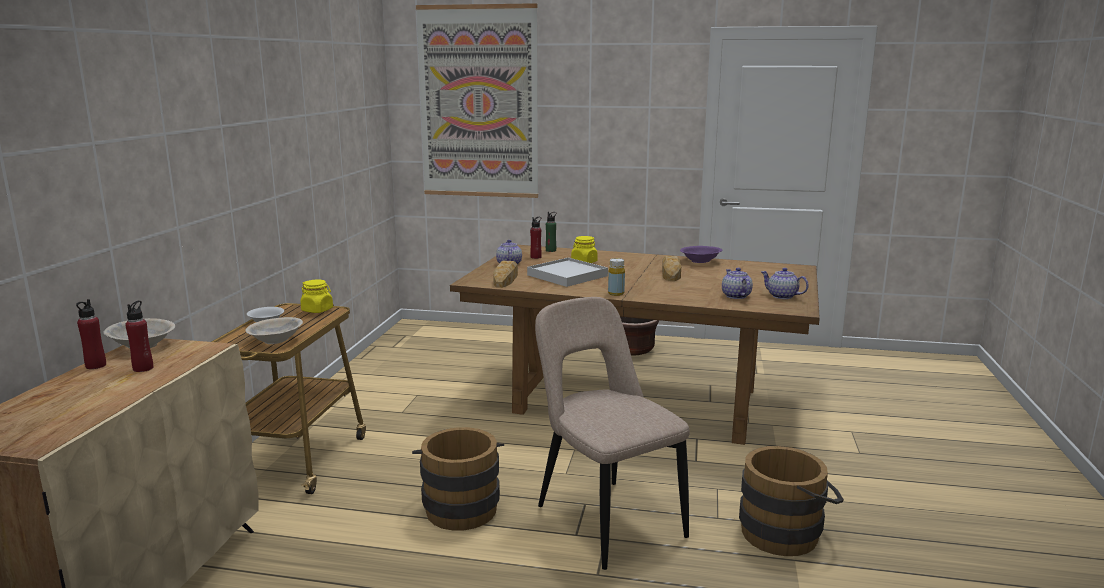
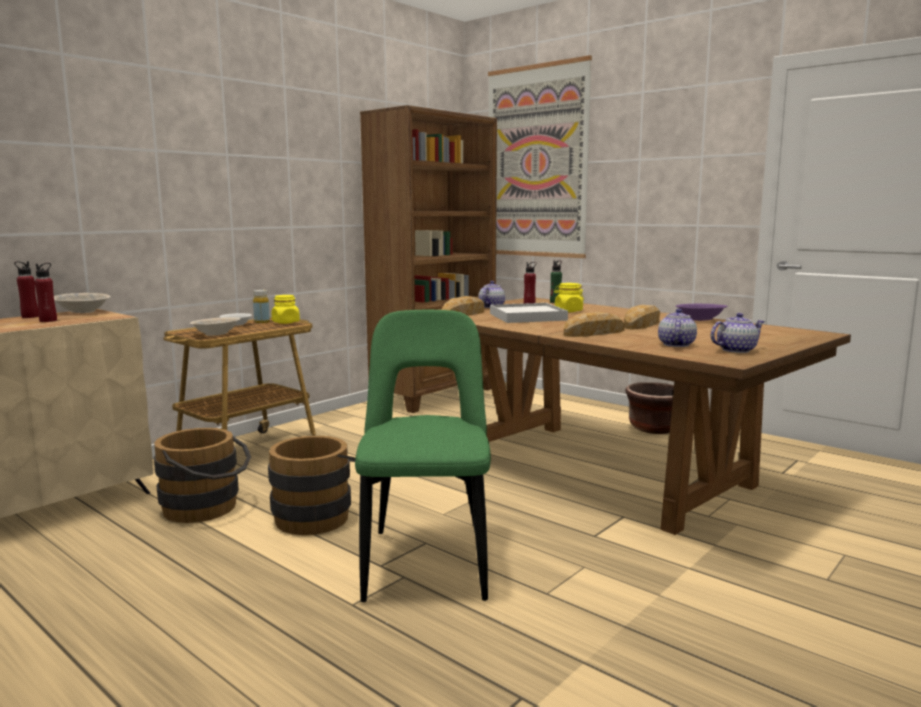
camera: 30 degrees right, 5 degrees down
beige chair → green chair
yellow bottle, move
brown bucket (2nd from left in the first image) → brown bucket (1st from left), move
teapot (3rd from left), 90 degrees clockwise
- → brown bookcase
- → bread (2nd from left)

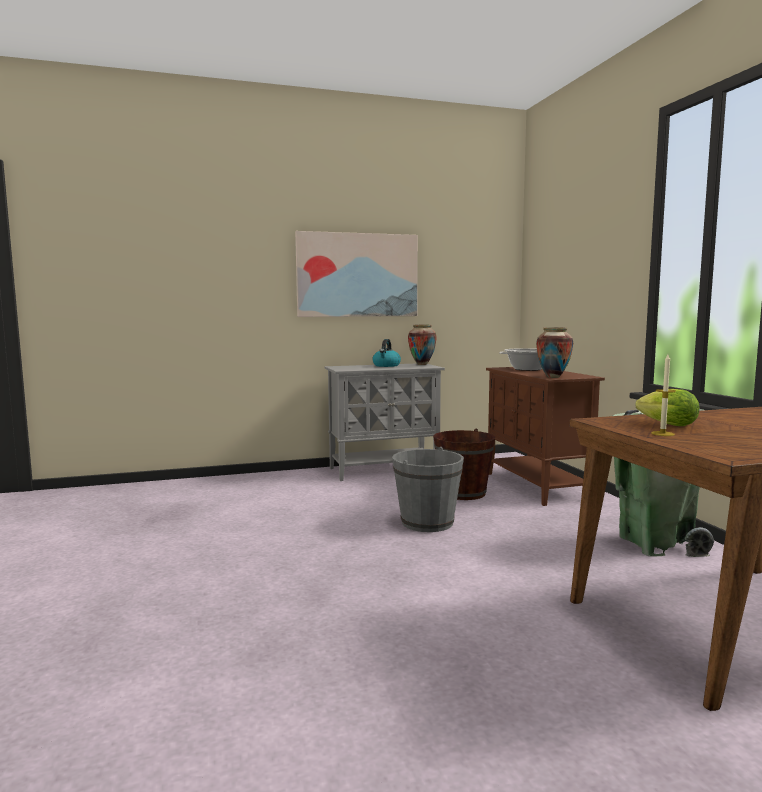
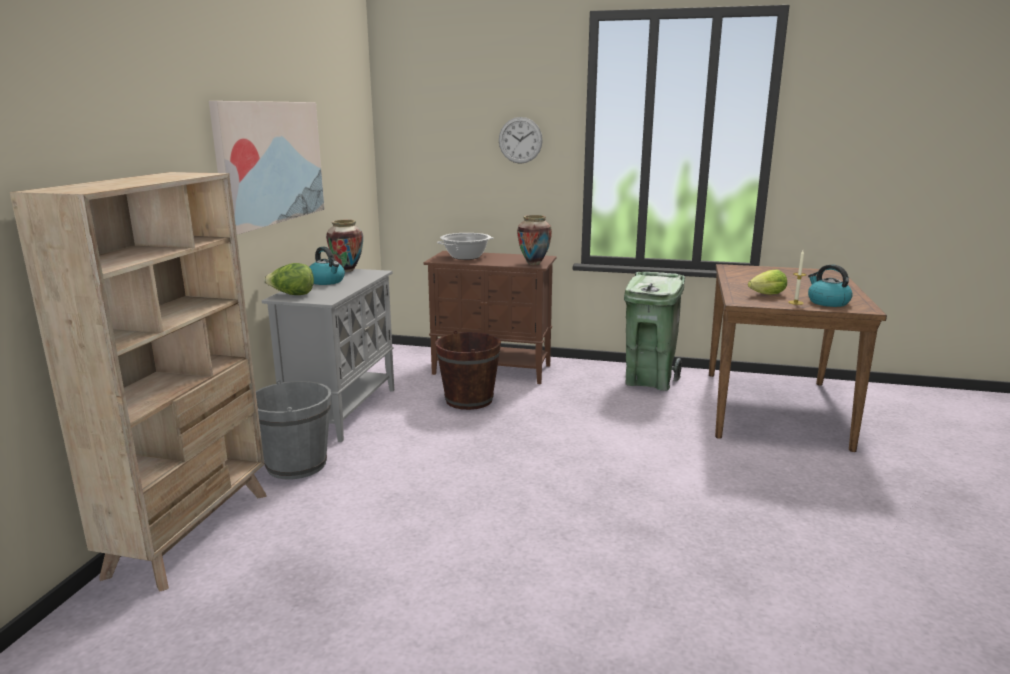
camera: 60 degrees left, 10 degrees up
grey bucket, move
- → beige bookcase
- → lettuce (1st from left)
- → wall clock
- → kettle (2nd from left)

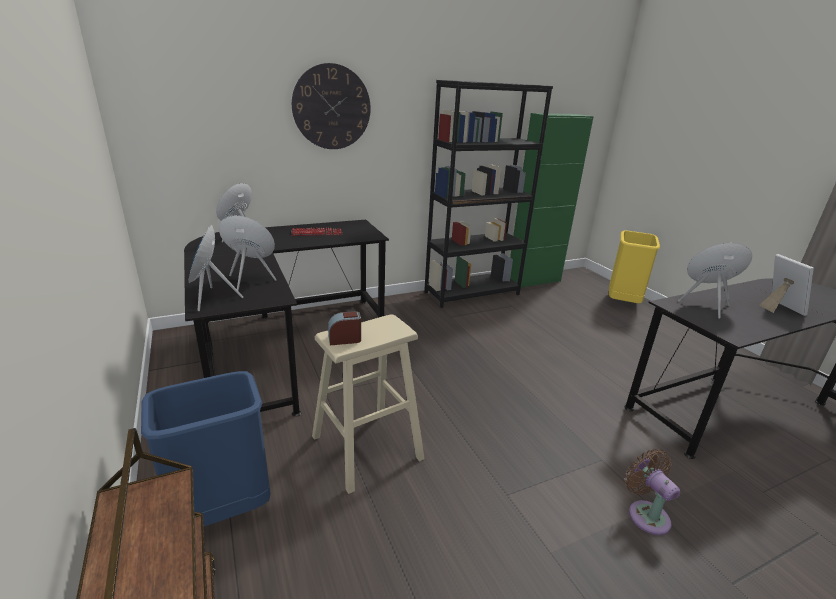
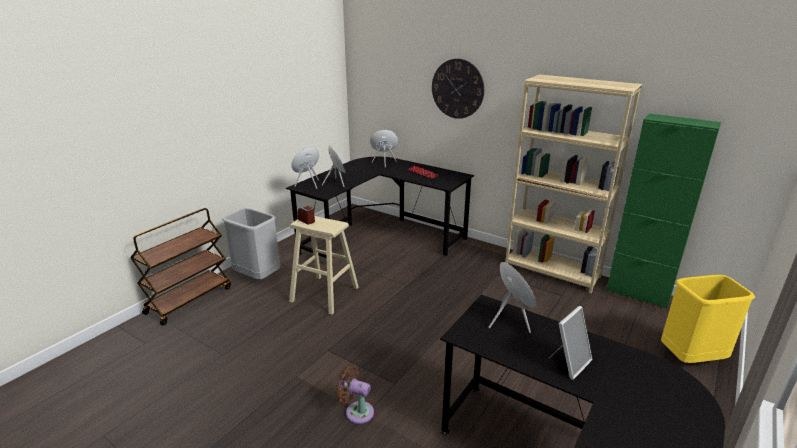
camera: 60 degrees right, 0 degrees up
blue trash can → grey trash can
black bookcase → beige bookcase
brown fan, 105 degrees counterclockwise

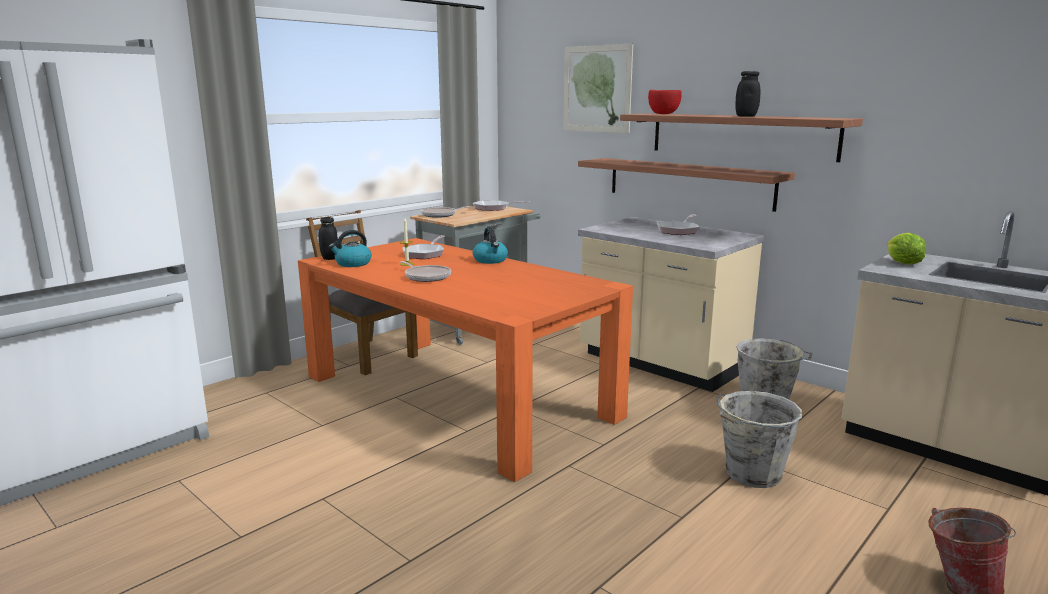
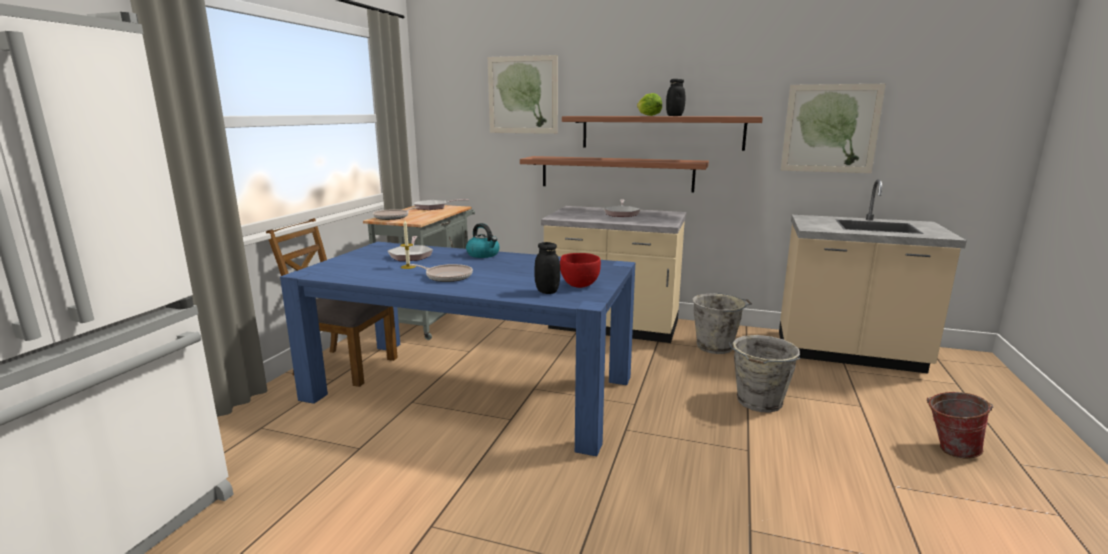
camera: 25 degrees left, 0 degrees up
orange dining table → blue dining table
black jar (1st from left), move
kettle (1st from left) → -
red bowl, move
lettuce, move
- → picture (2nd from left)

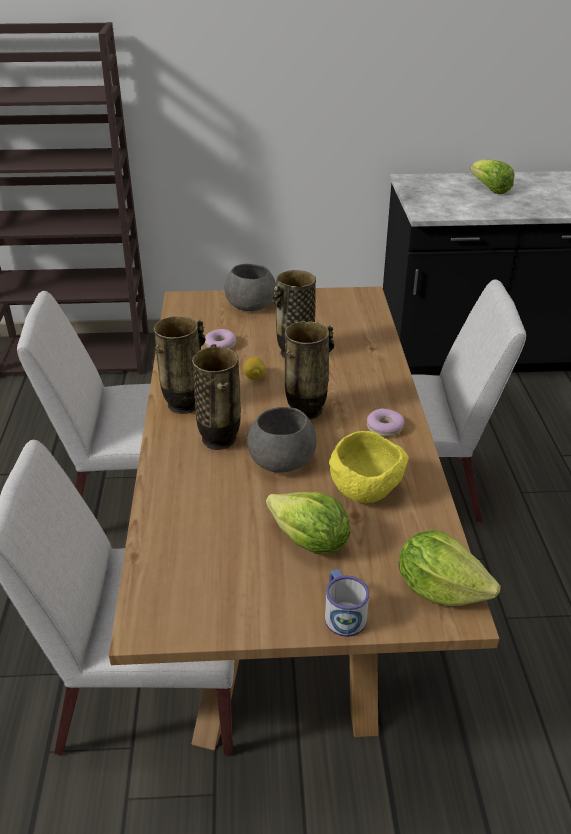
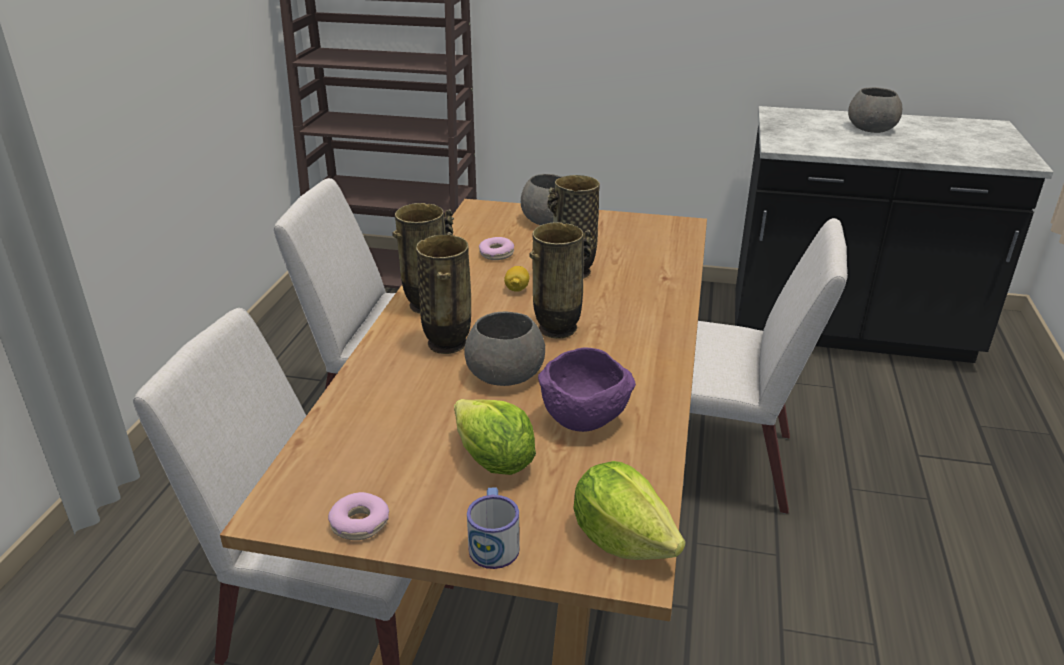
camera: 15 degrees right, 5 degrees down
yellow bowl → purple bowl
donut (2nd from left in the first image) → donut (1st from left), move
lettuce (3rd from left) → grey bowl (3rd from left)

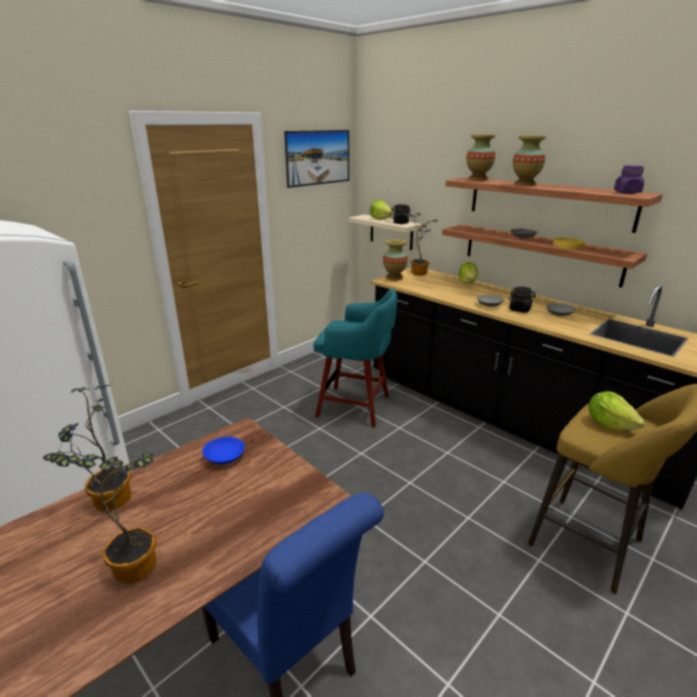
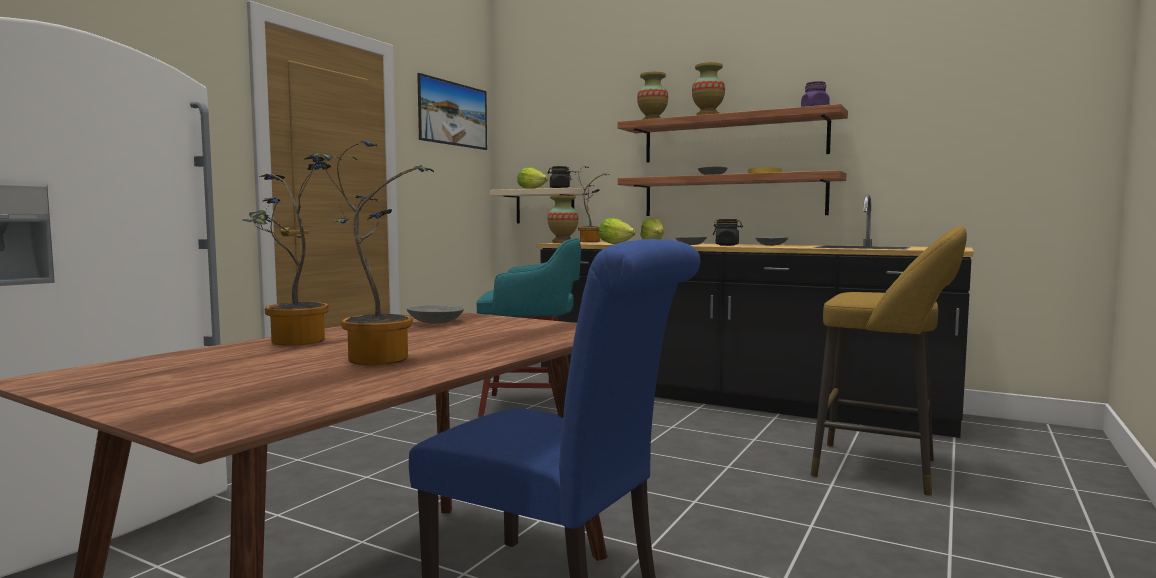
camera: 15 degrees left, 20 degrees down
blue bowl → grey bowl (1st from left)
lettuce (3rd from left in the first image) → lettuce (2nd from left), move

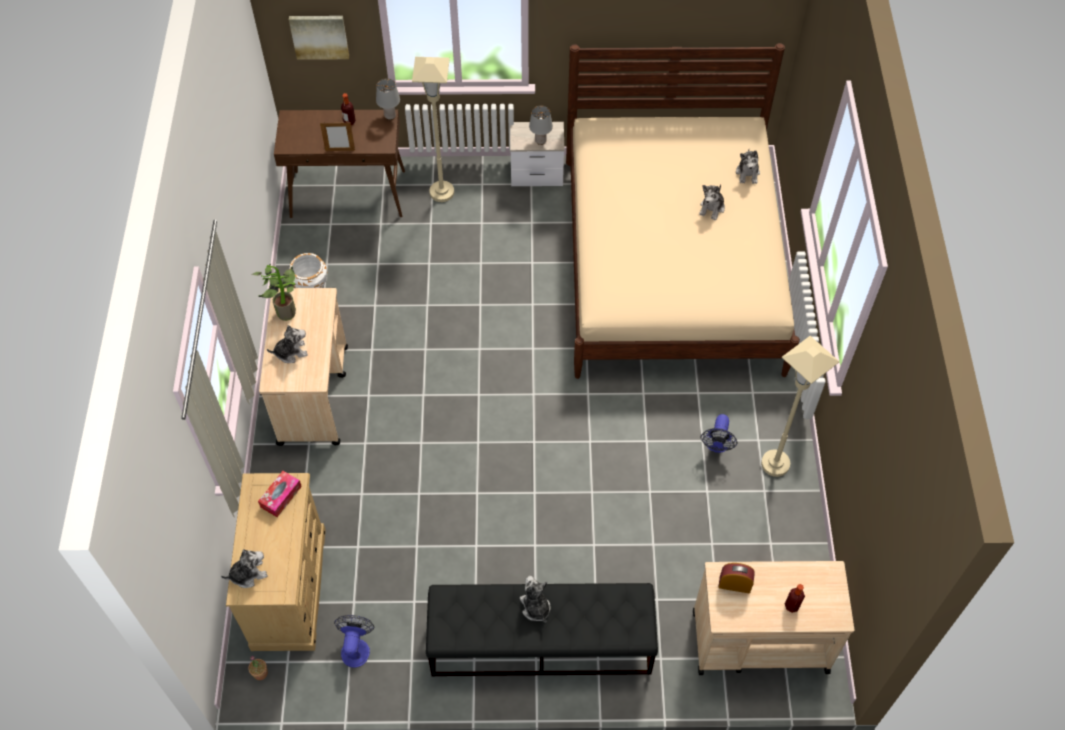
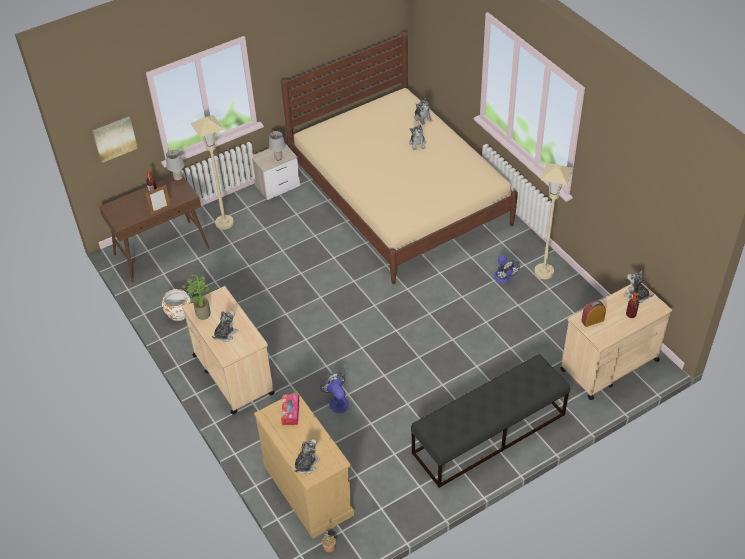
camera: 30 degrees left, 10 degrees down
fan (1st from left), move
plush toy (3rd from left in the first image) → plush toy (5th from left), move

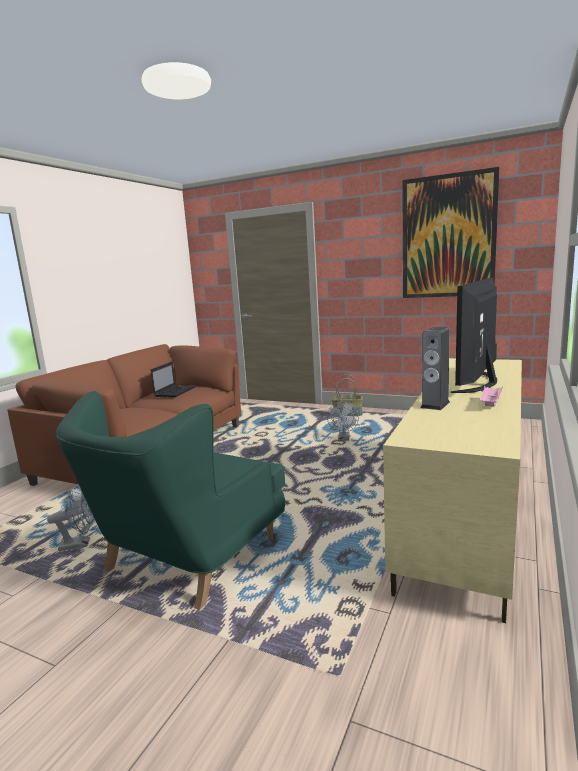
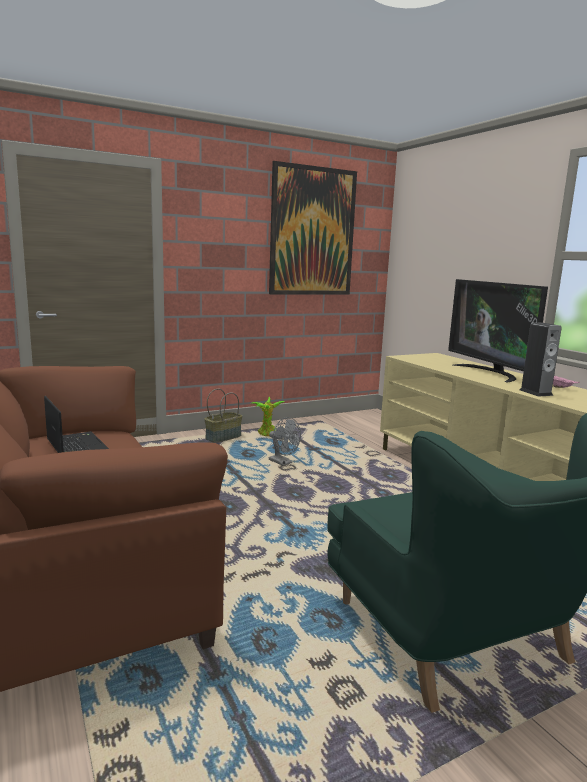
camera: 55 degrees left, 0 degrees up
grey fan (1st from left) → -
- → potted plant

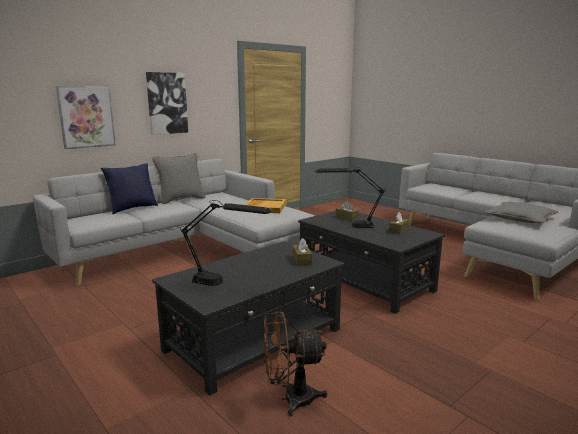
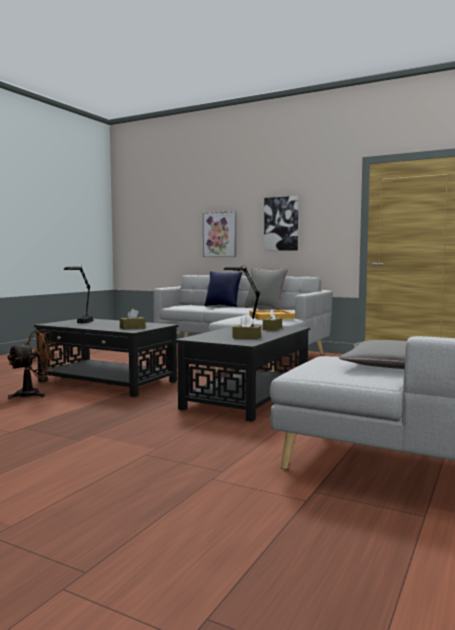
camera: 70 degrees right, 10 degrees down
brown fan, 75 degrees clockwise

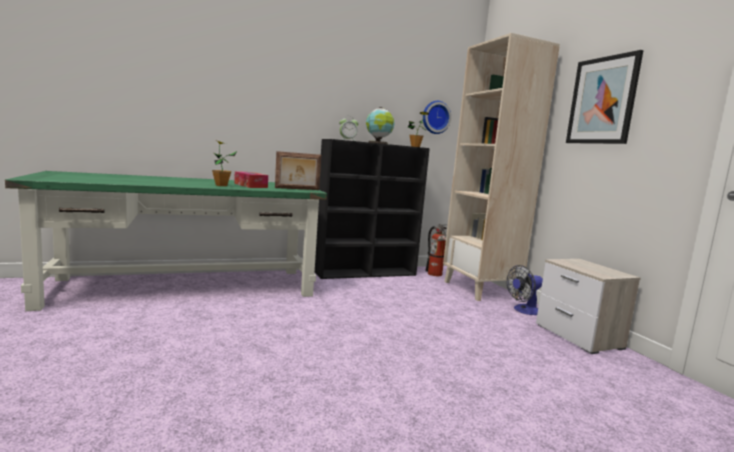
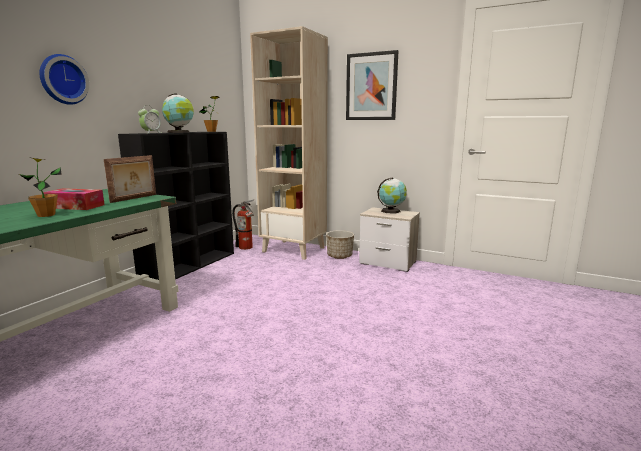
camera: 40 degrees left, 5 degrees up
wall clock, move
fan → planter
- → globe (2nd from left)

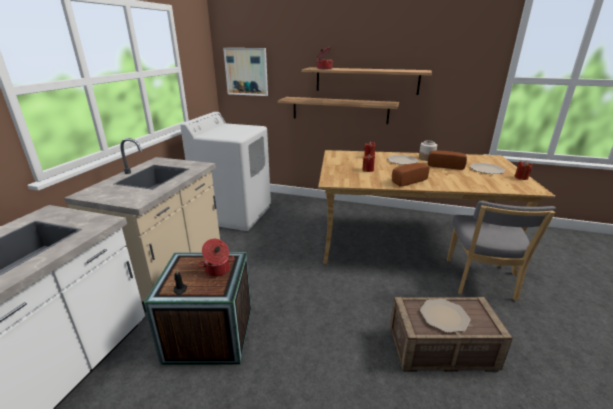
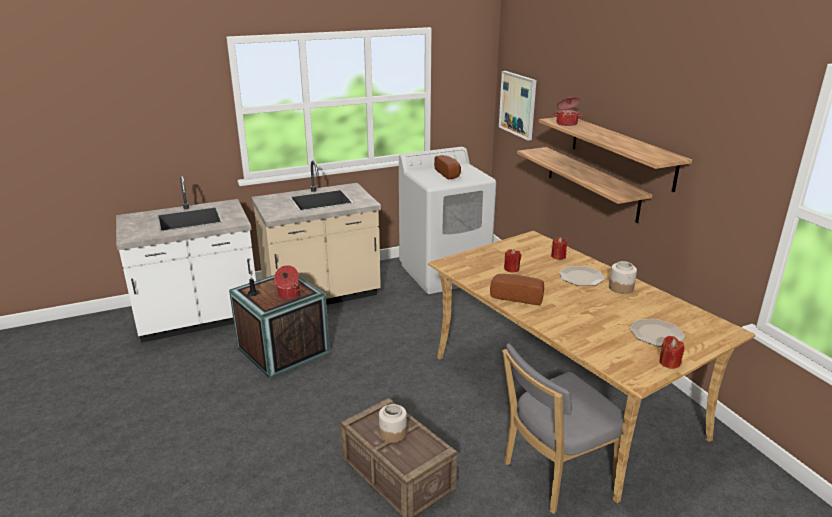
camera: 50 degrees right, 0 degrees up
plate (2nd from left) → jar (1st from left)
bread (2nd from left in the first image) → bread (1st from left), move

